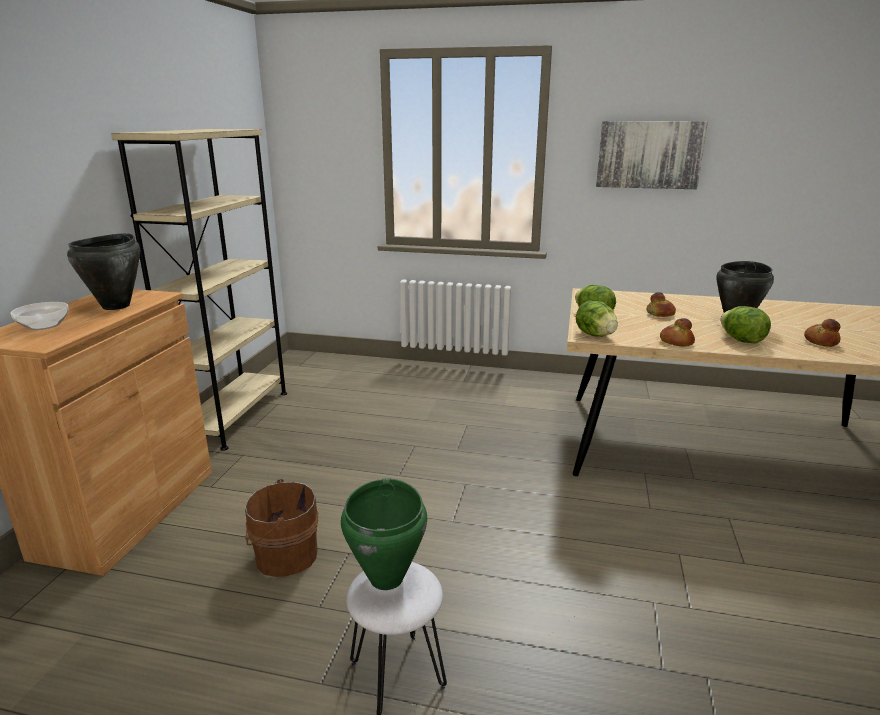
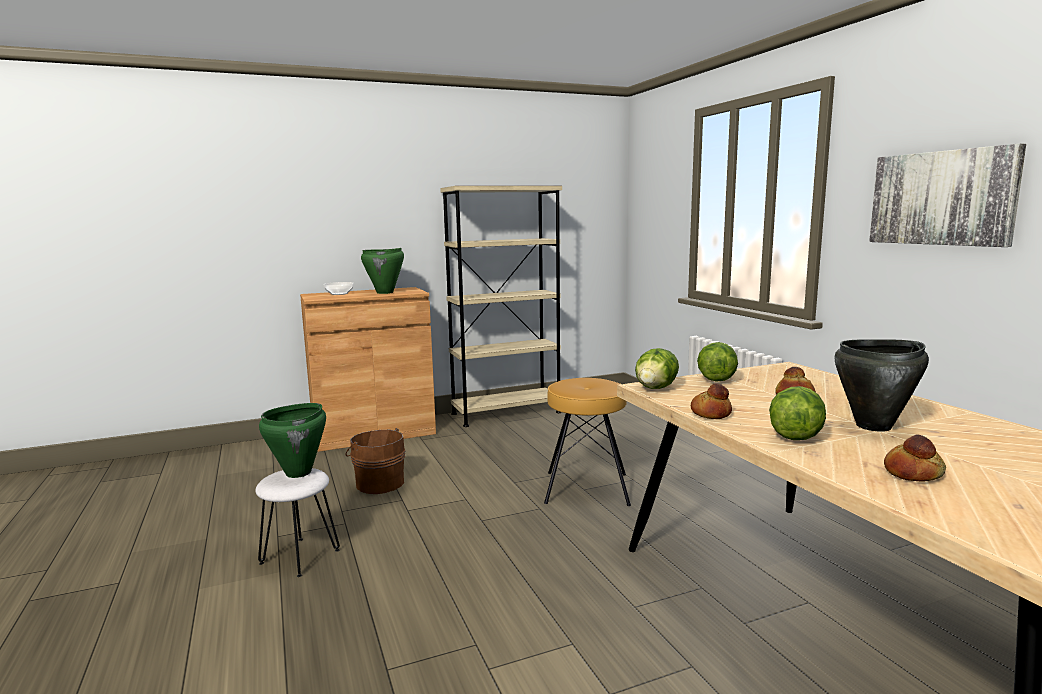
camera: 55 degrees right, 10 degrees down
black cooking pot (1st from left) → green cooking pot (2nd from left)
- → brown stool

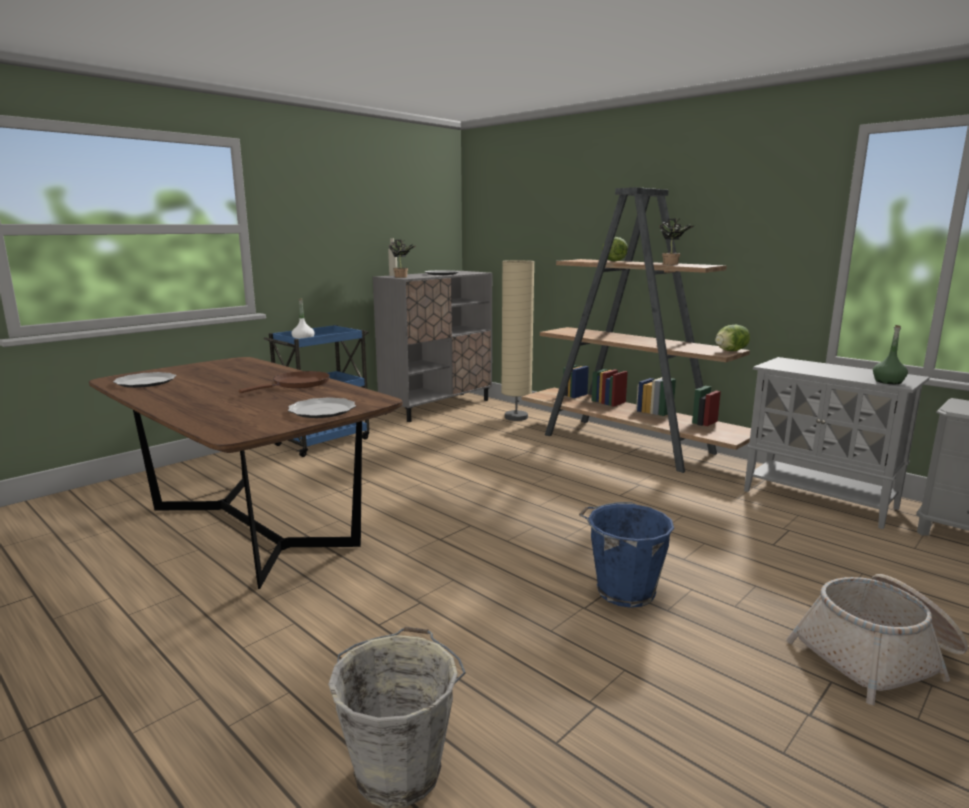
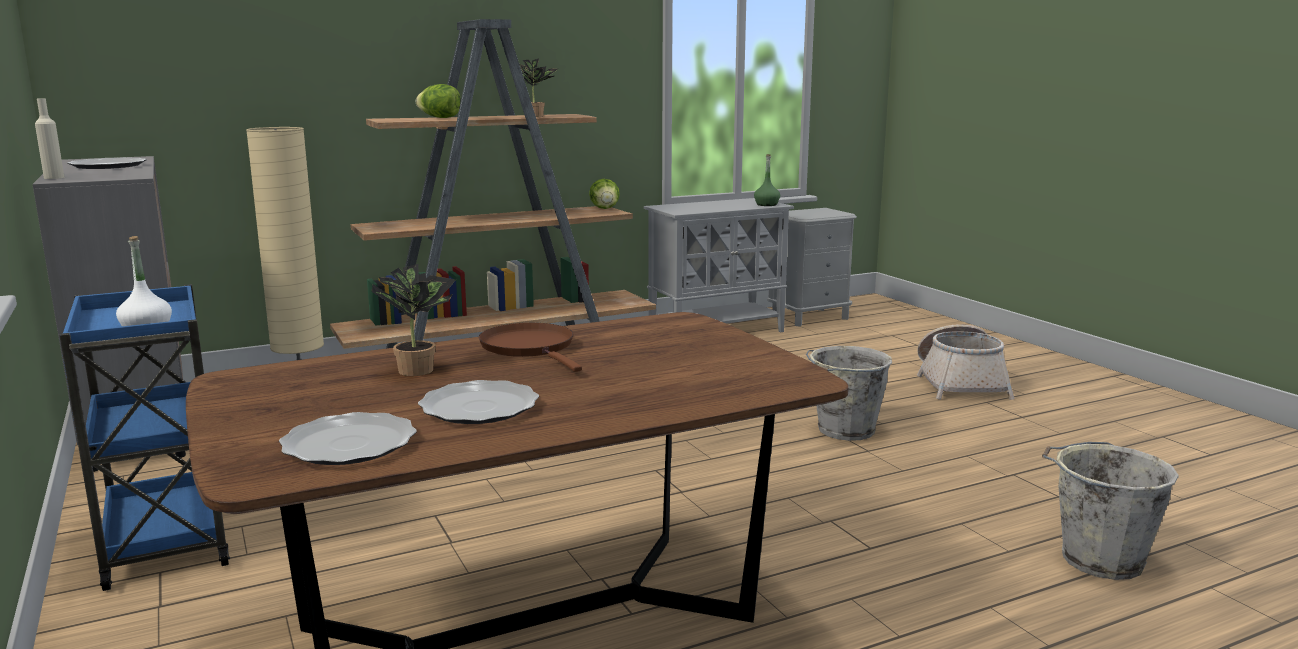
camera: 70 degrees left, 0 degrees up
plate (2nd from left in the first image) → plate (3rd from left), move
potted plant (1st from left), move
blue bucket → grey bucket (1st from left)

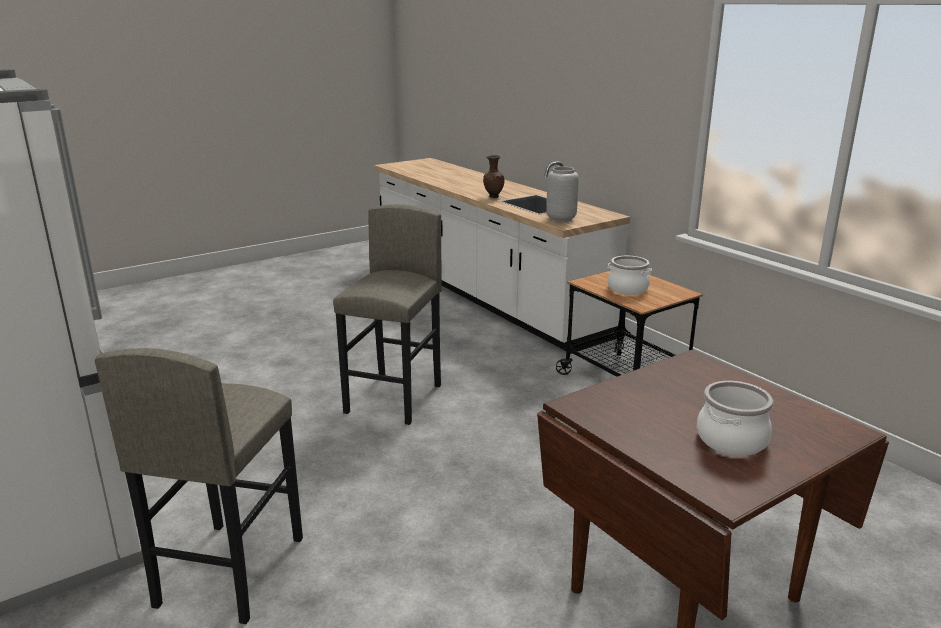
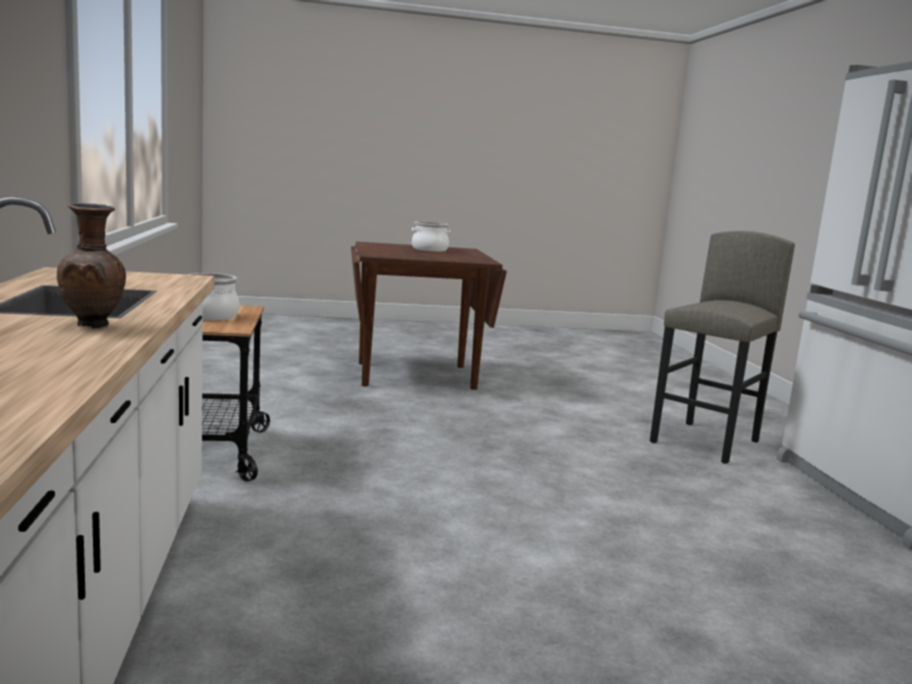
camera: 155 degrees left, 10 degrees down
grey stool (2nd from left) → -
grey vase → -

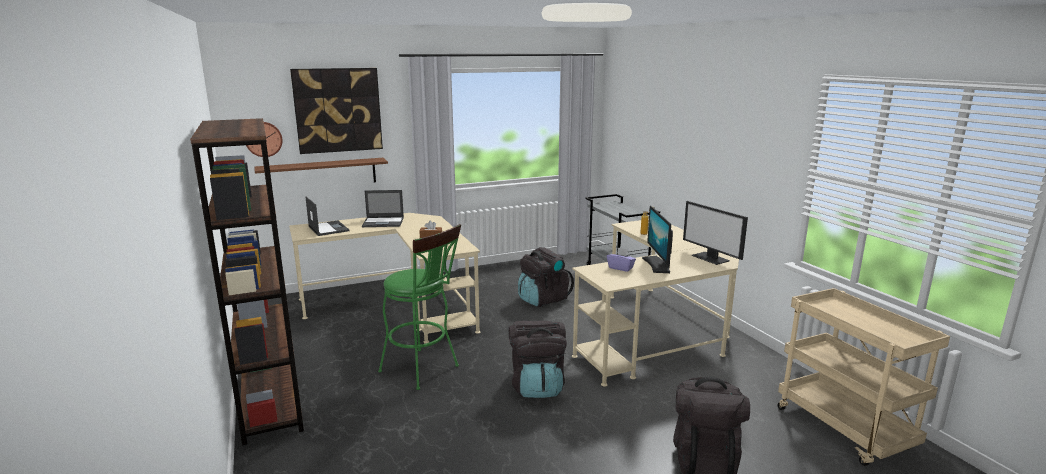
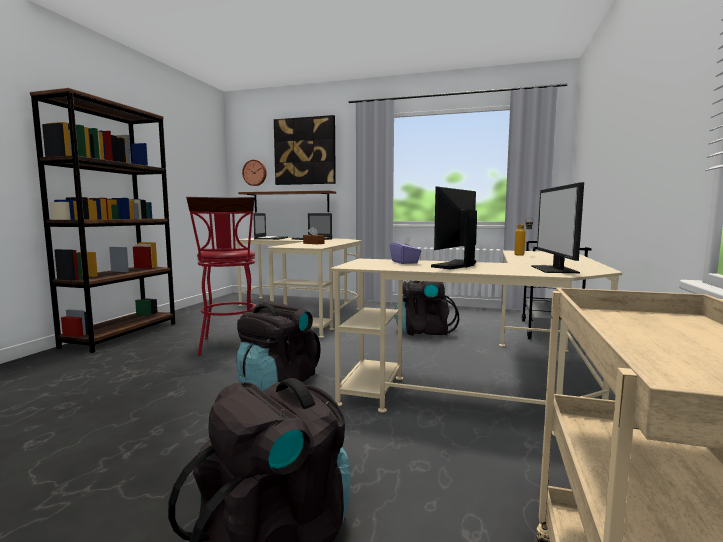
camera: 40 degrees right, 10 degrees down
green stool → red stool

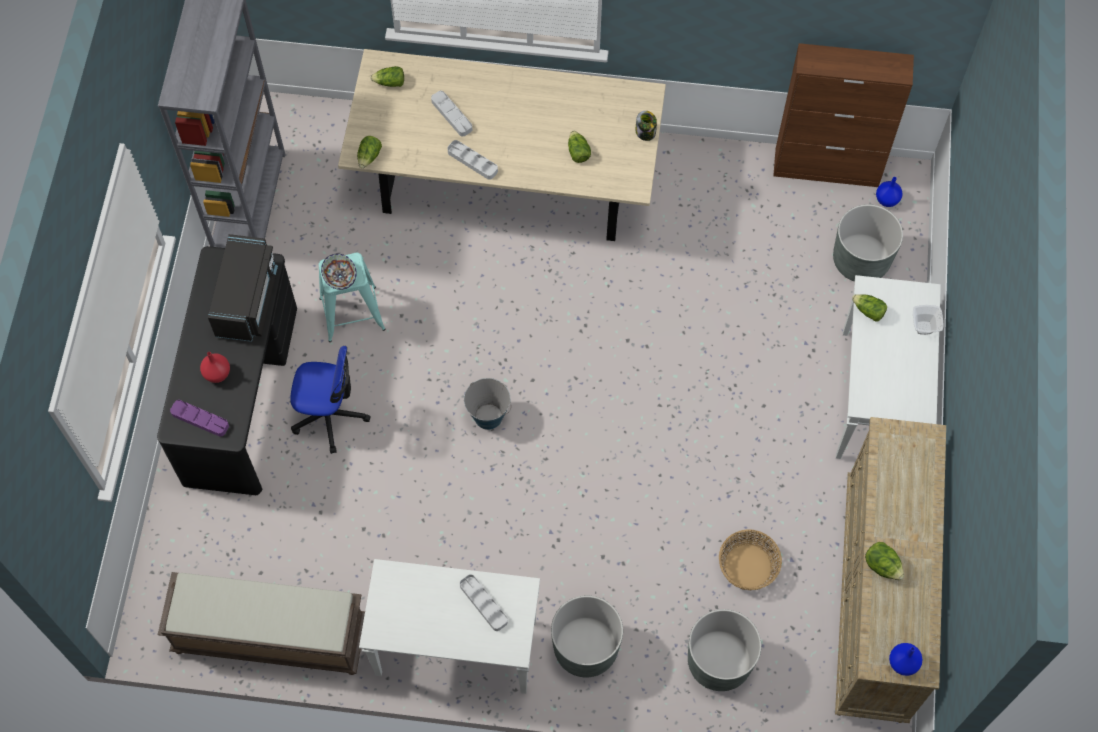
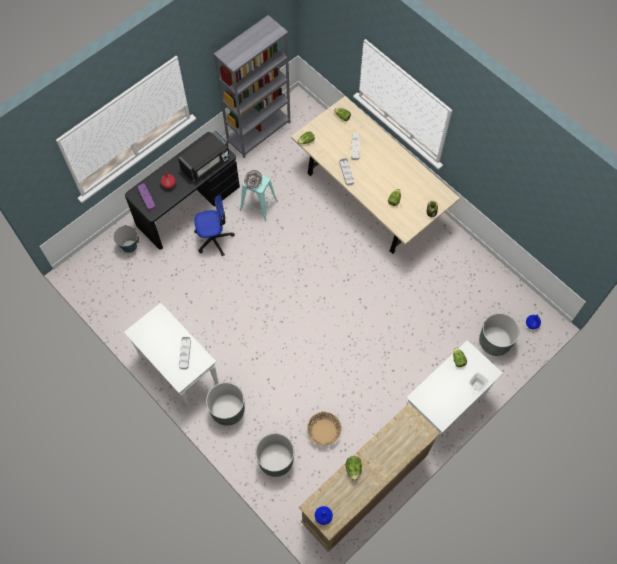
camera: 40 degrees right, 0 degrees up
brown bench → -
office chair, 60 degrees counterclockwise
bucket, move
brown cabinet → -

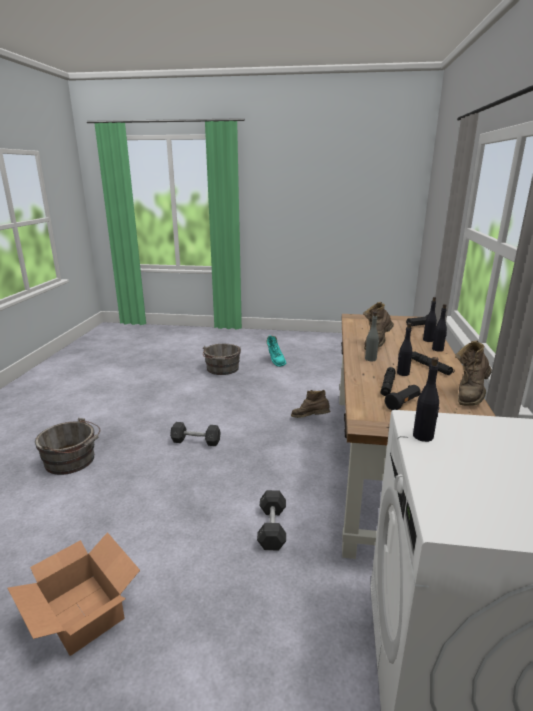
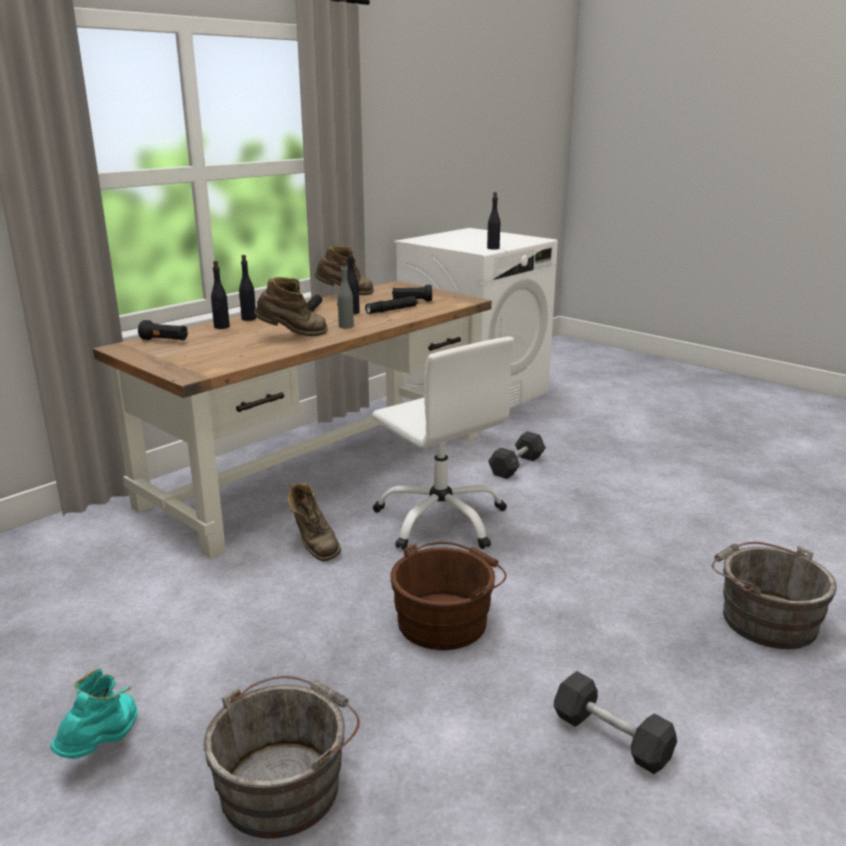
camera: 145 degrees left, 0 degrees up
cardboard box → -
grey dumbbell (1st from left in the first image) → grey dumbbell (2nd from left), move
- → white office chair
- → brown bucket

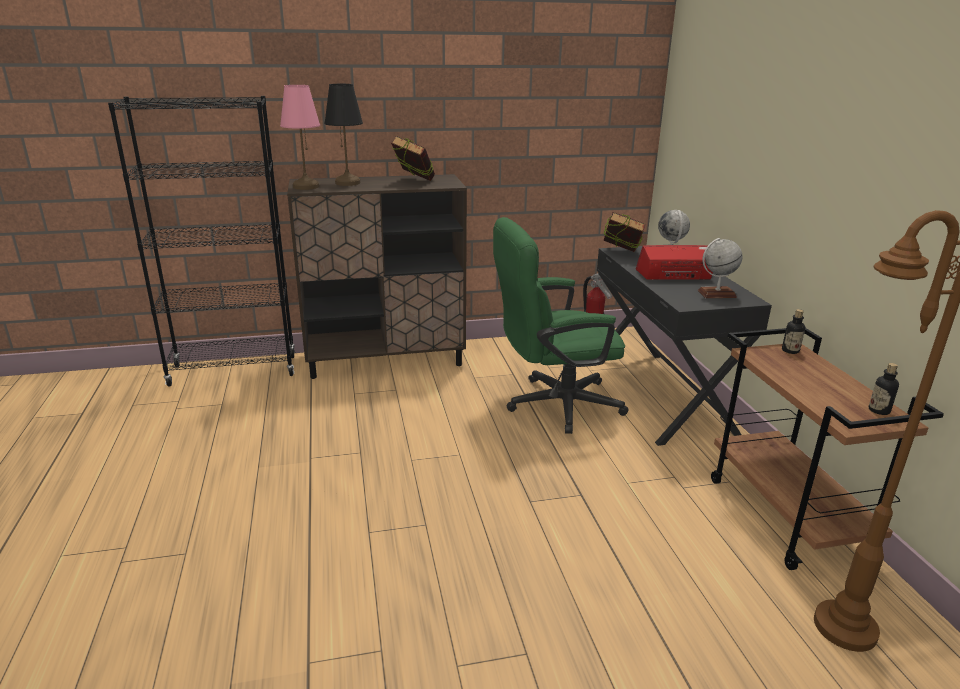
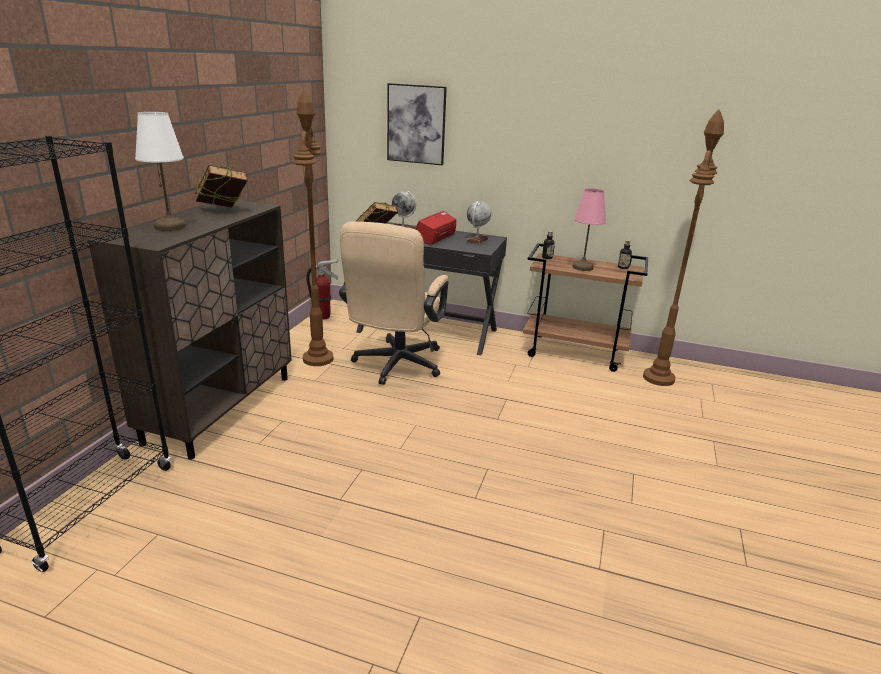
camera: 60 degrees left, 0 degrees up
pink table lamp, move
black table lamp → white table lamp
green office chair → beige office chair
- → brown floor lamp (1st from left)
- → picture

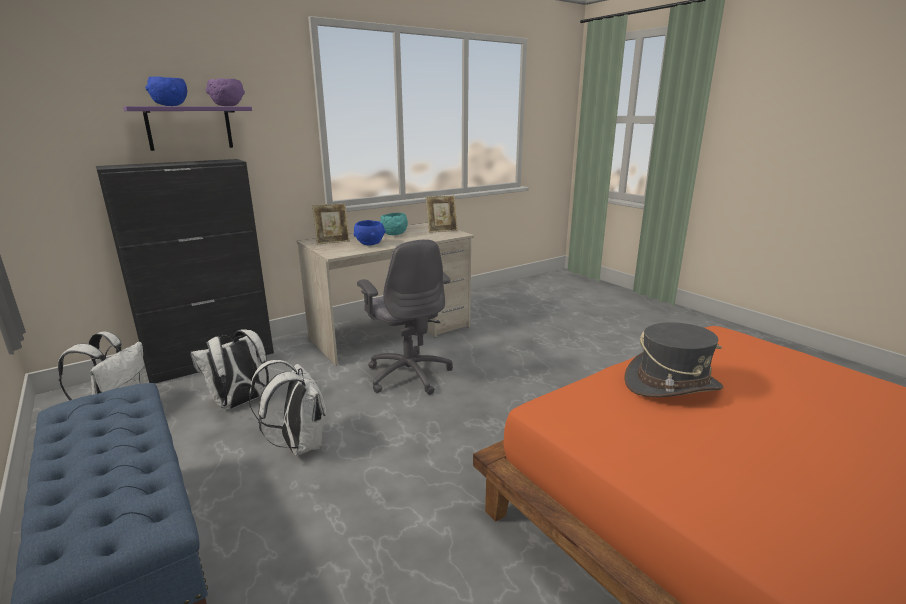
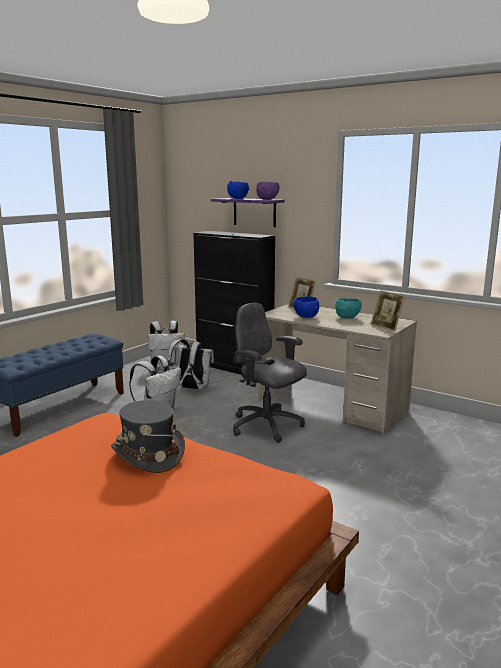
camera: 70 degrees right, 5 degrees down
grey office chair, 90 degrees clockwise

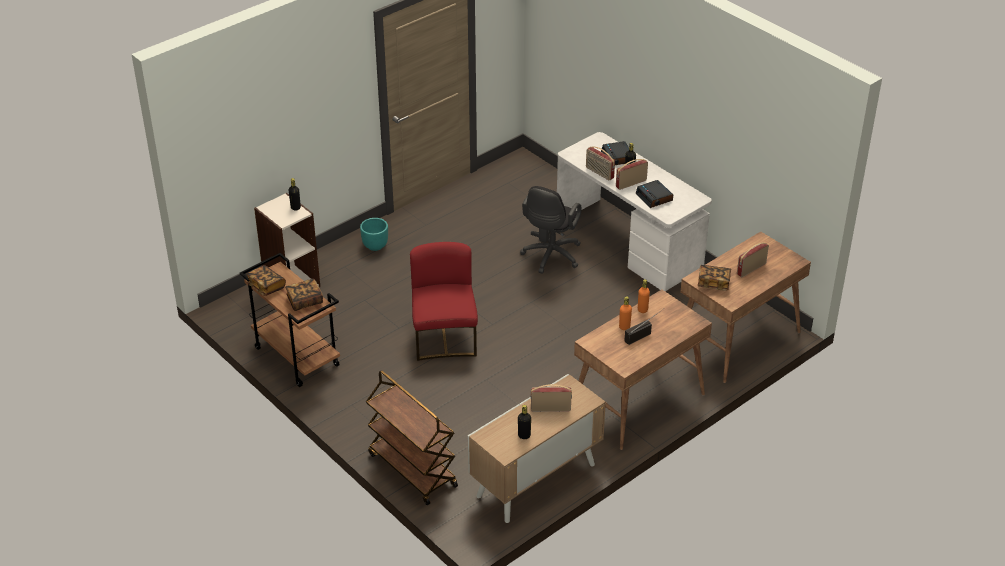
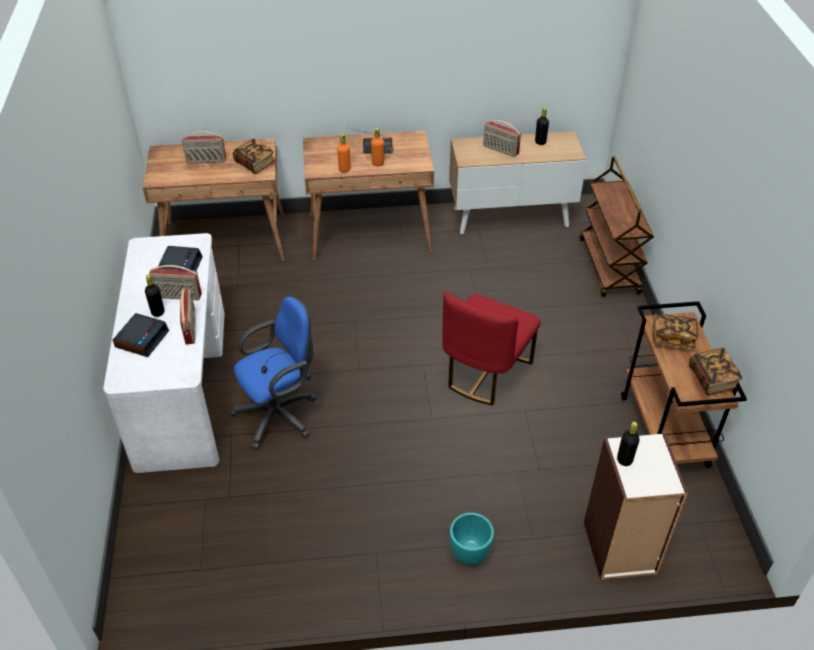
camera: 145 degrees left, 5 degrees up
black office chair → blue office chair

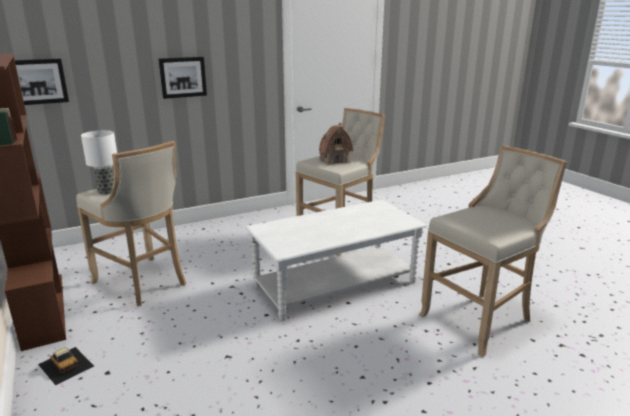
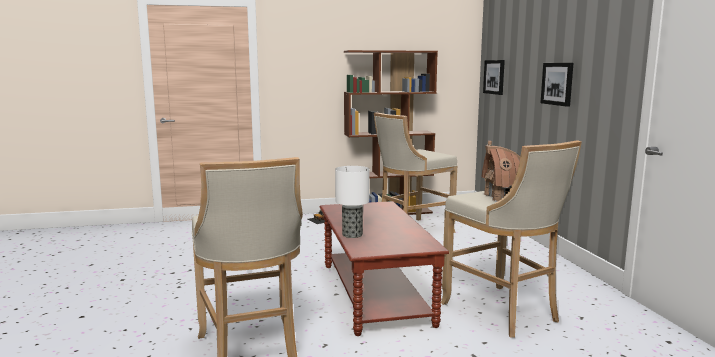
camera: 105 degrees right, 10 degrees down
table lamp, move
white coffee table → brown coffee table

